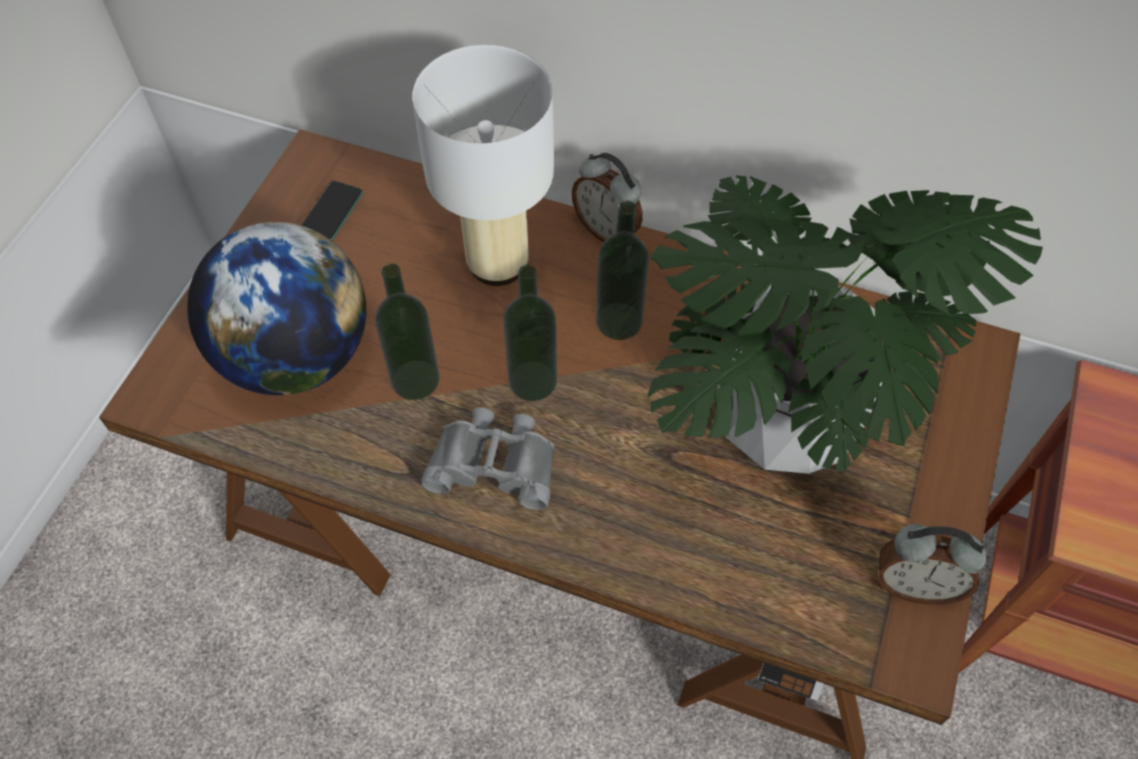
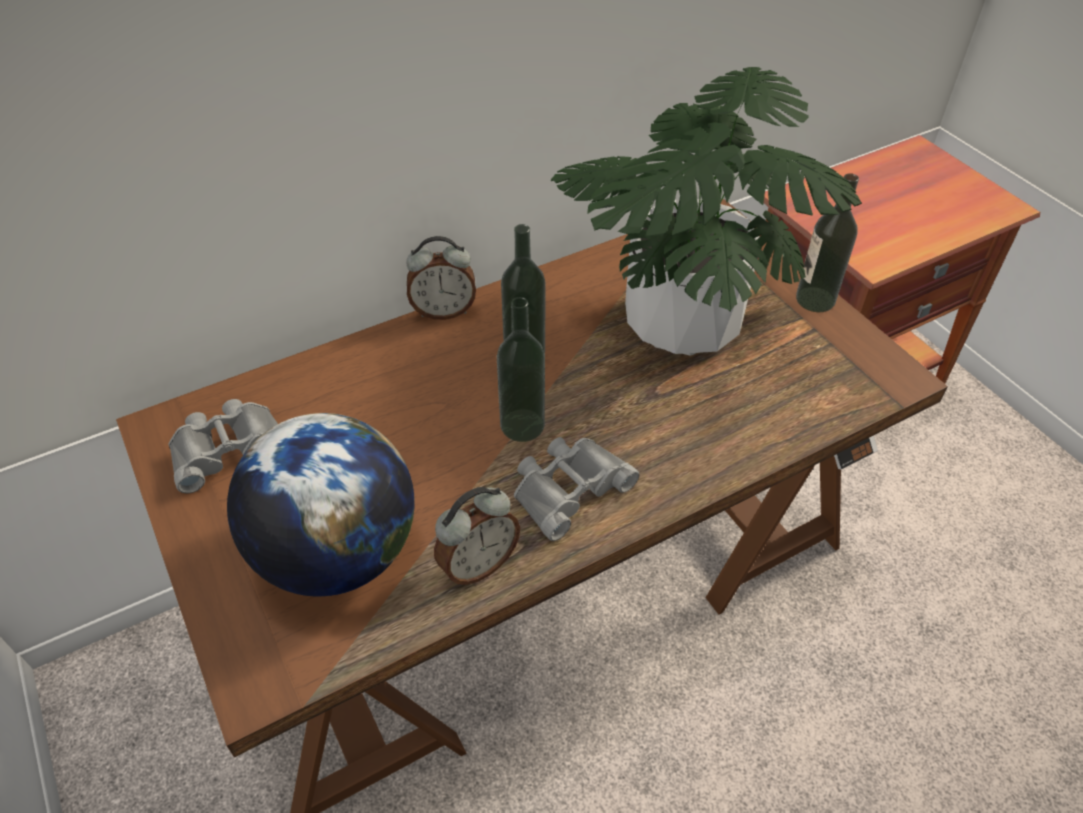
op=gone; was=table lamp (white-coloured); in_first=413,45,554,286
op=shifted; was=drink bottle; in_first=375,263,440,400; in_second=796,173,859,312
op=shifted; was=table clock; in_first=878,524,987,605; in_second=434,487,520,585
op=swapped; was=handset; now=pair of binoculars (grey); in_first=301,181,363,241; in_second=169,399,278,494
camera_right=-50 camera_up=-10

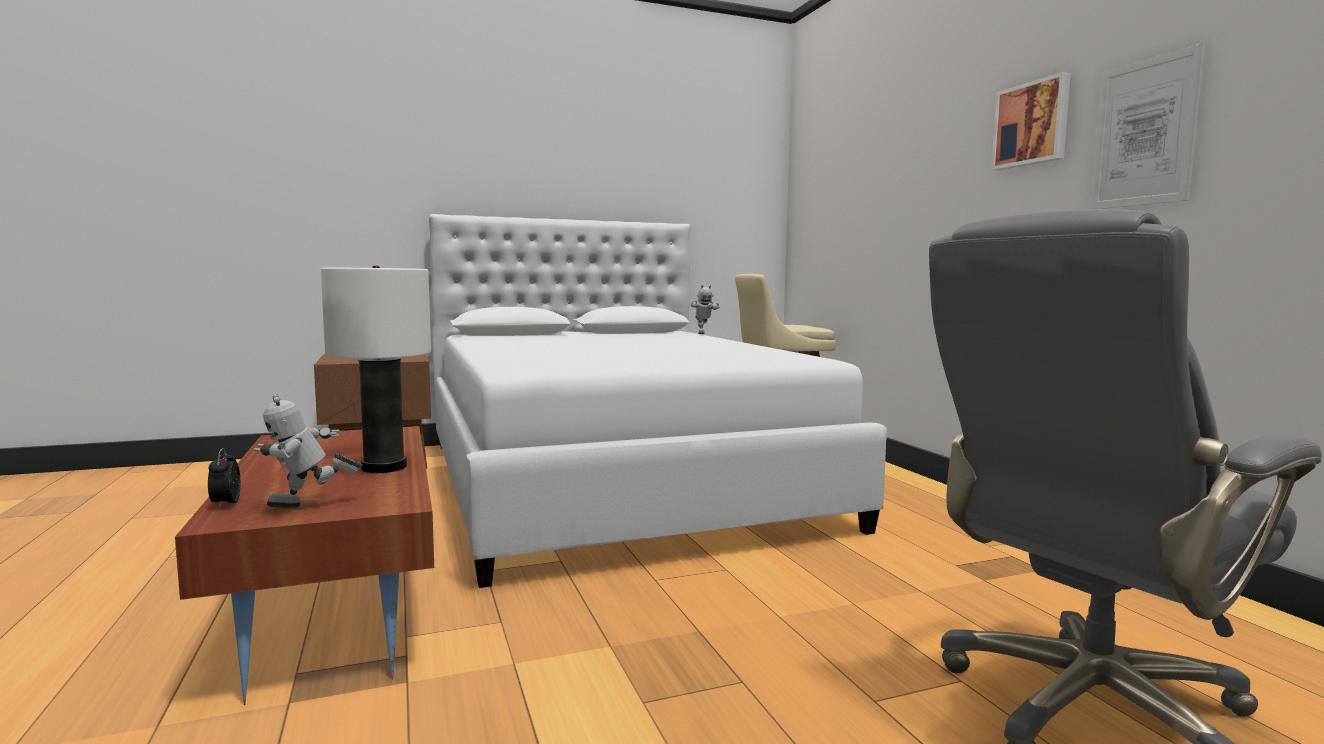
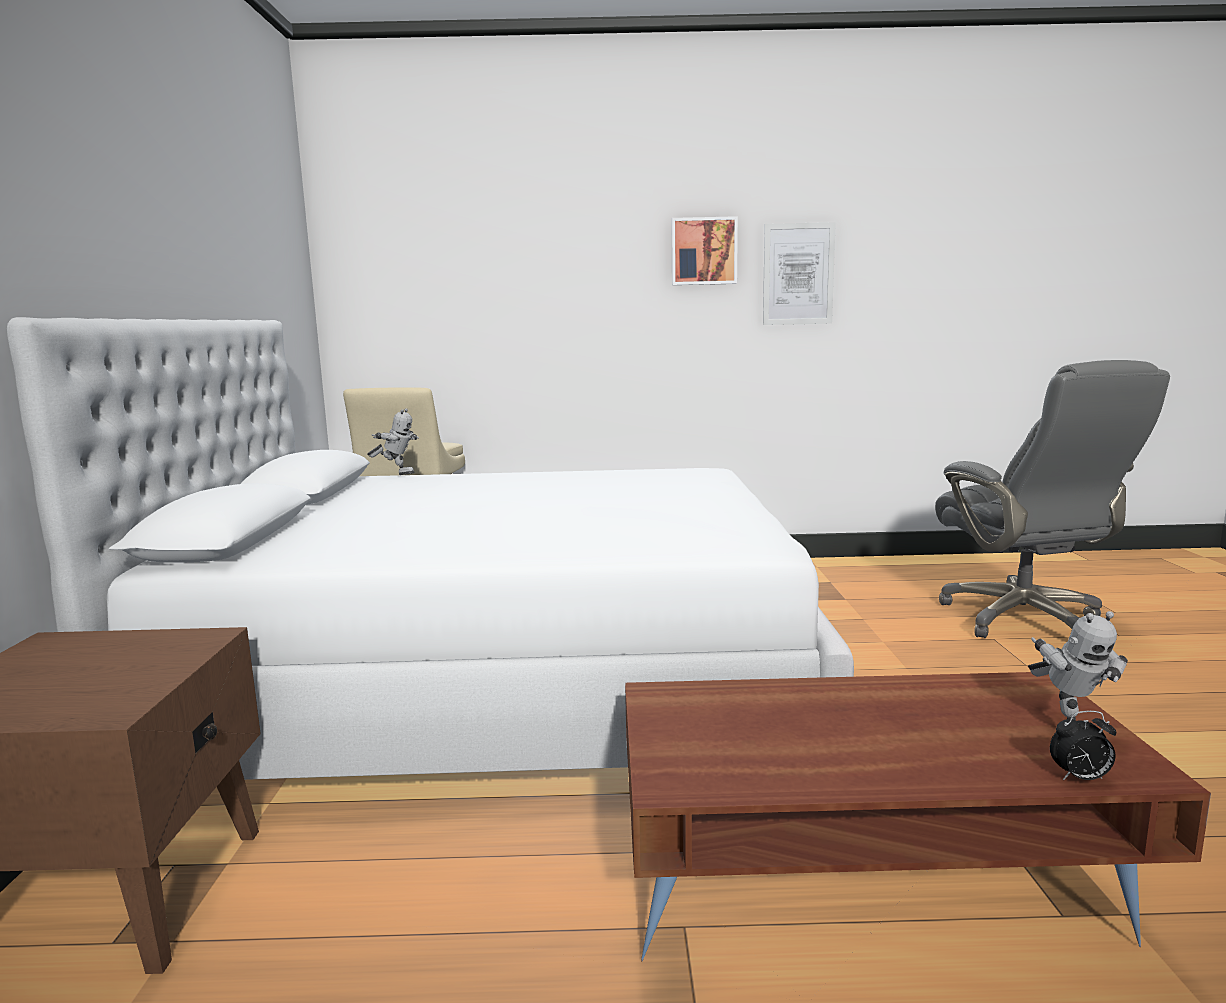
op=gone; was=table lamp (white-coloured); in_first=321,265,431,473
camera_right=-70 camera_up=5

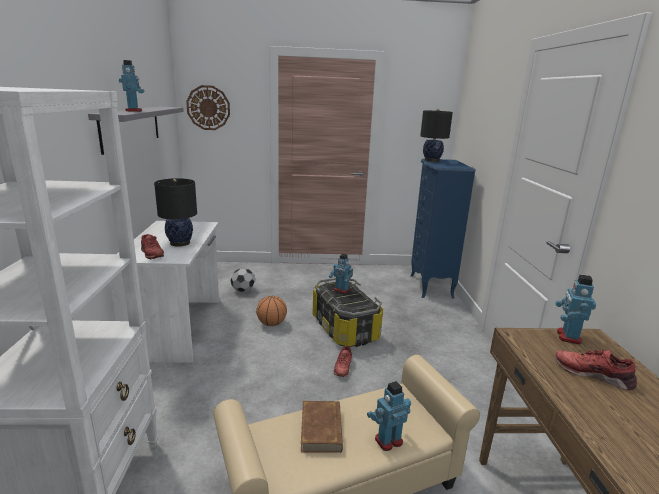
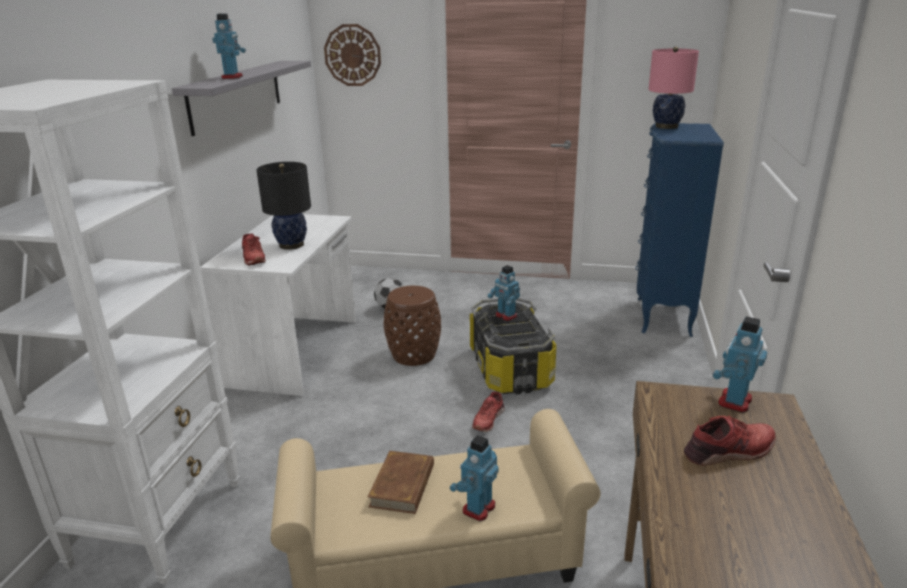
op=swapped; was=basketball; now=sitting stool (brown-coloured); in_first=256,296,287,326; in_second=384,286,441,366
op=repainted; was=table lamp (black); now=table lamp (pinkish); in_first=420,109,453,162; in_second=648,47,699,129
op=rotated; was=robot figure; in_first=367,381,411,451; in_second=450,435,499,522; clockwise=-45
op=rotated; was=item of footwear (red-coloured); in_first=555,349,637,390; in_second=684,415,776,466; clockwise=120
camera_right=15 camera_up=5

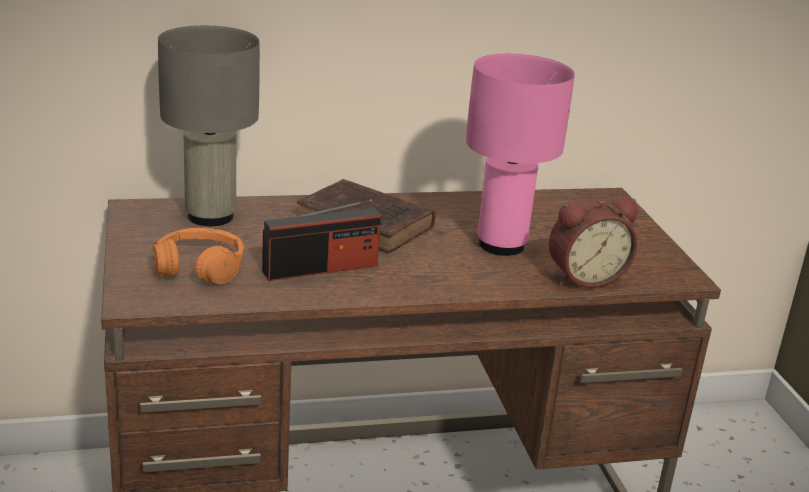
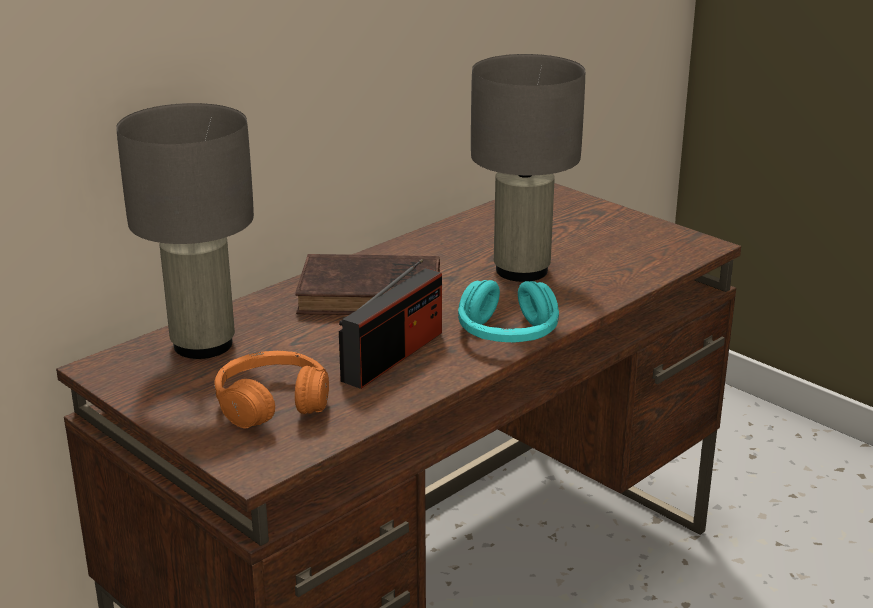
op=gone; was=table clock; in_first=549,198,637,288
op=new; now=headphones (turquoise); in_second=458,280,559,342
op=repainted; was=table lamp (pinkish); now=table lamp (grey); in_first=466,54,575,256; in_second=471,54,585,282
camera_right=-30 camera_up=0

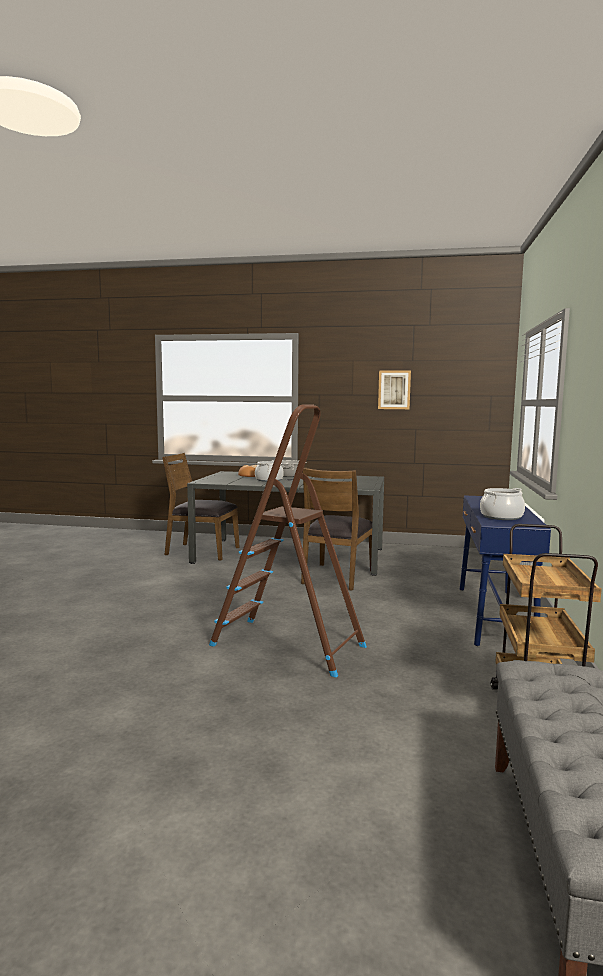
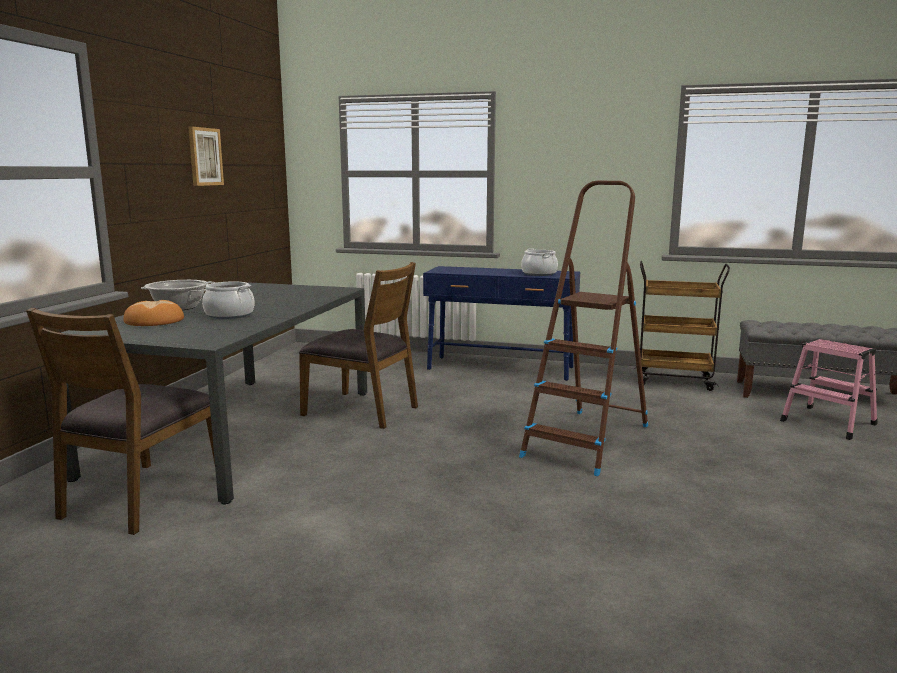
op=new; now=step ladder (pinkish); in_second=780,338,878,440
camera_right=-85 camera_up=5

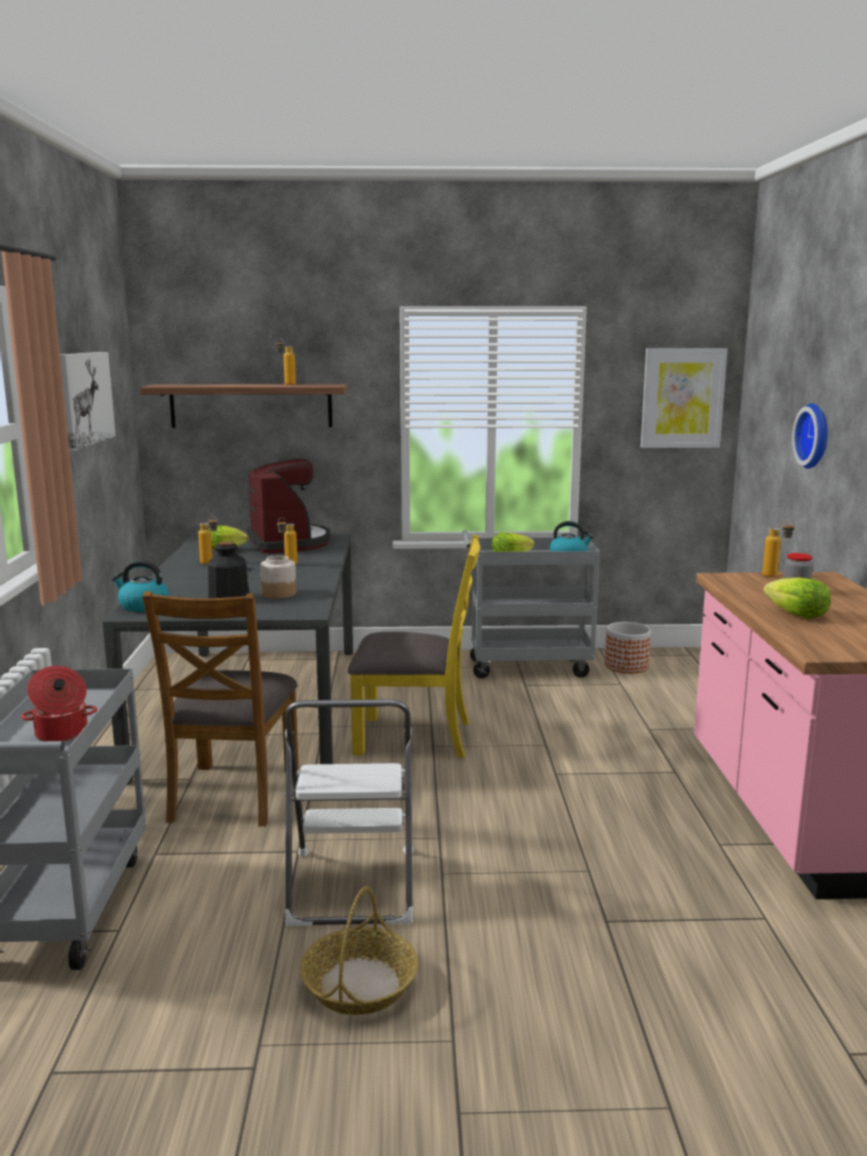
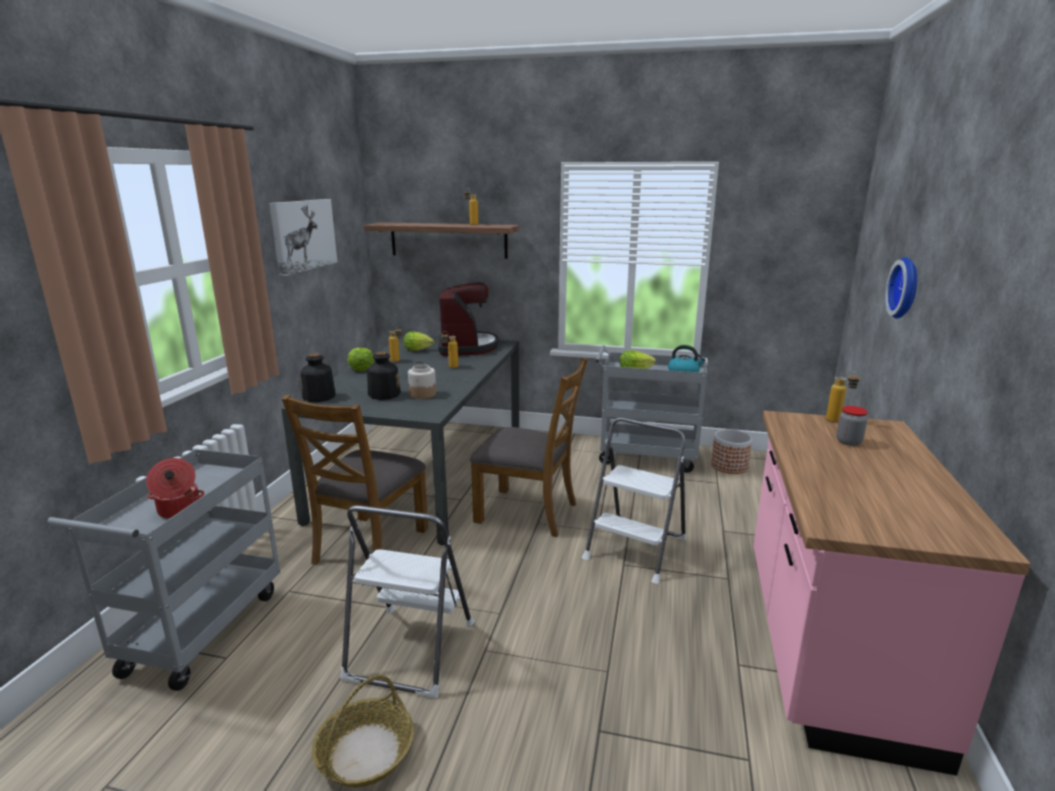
op=gone; was=wall art; in_first=641,348,727,448
op=new; now=step ladder (white-coloured); in_second=582,418,686,584
op=shifted; was=lettuce; in_first=763,577,831,619; in_second=348,348,374,371
op=swapped; was=water kettle; now=drink bottle; in_first=111,560,169,612; in_second=301,353,336,402
op=repainted; was=plain chair (yellow-coloured); now=plain chair (brown-coloured); in_first=348,534,480,758; in_second=470,357,588,537
camera_right=15 camera_up=5

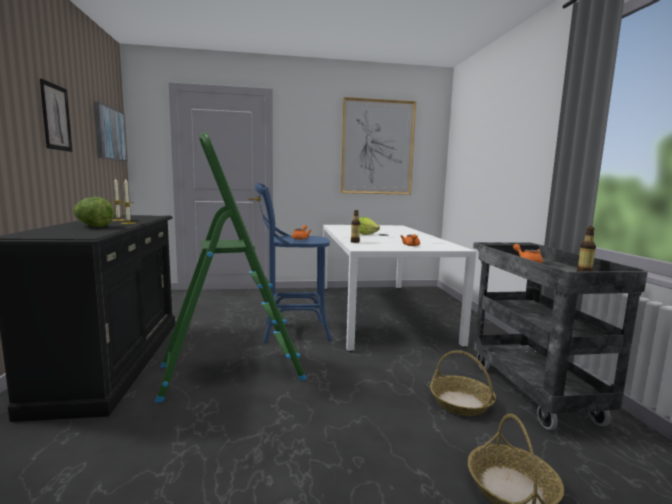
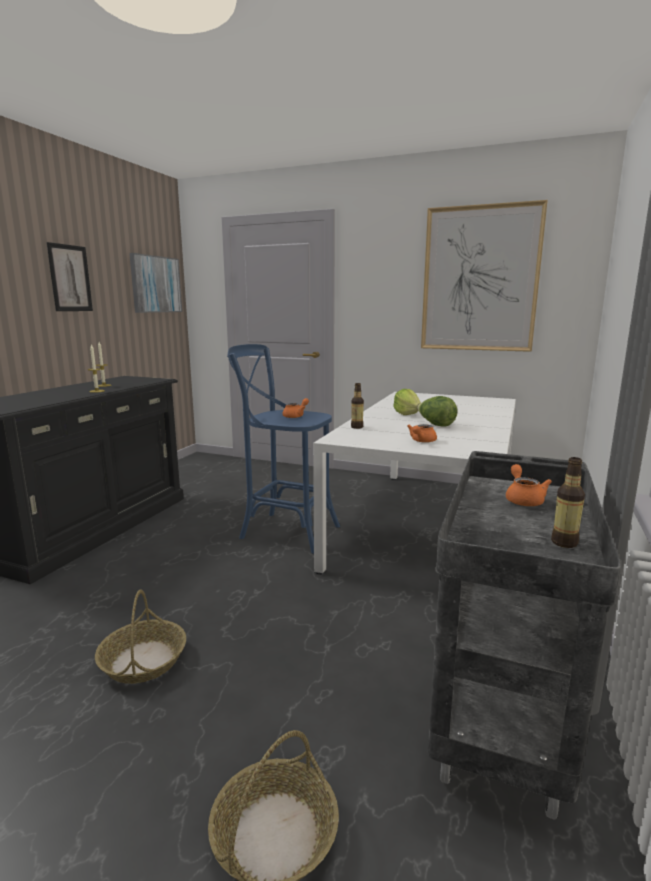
op=gone; was=step ladder (green-coloured); in_first=155,132,306,403
op=shifted; was=lettuce; in_first=73,197,114,227; in_second=417,396,457,427
op=shifted; was=household basket; in_first=430,350,496,416; in_second=95,590,186,684
camera_right=30 camera_up=5

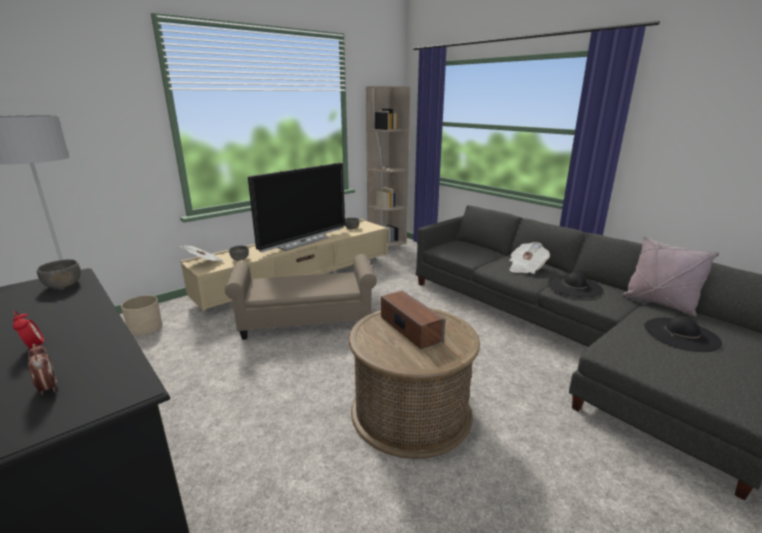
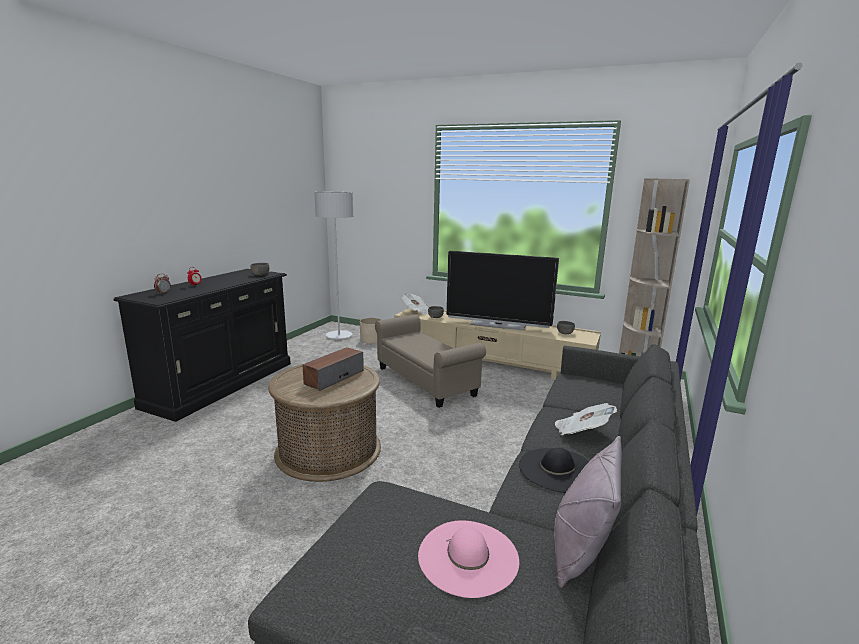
op=repainted; was=wearable hat (black); now=wearable hat (pinkish); in_first=644,316,722,352; in_second=418,520,519,598
camera_right=65 camera_up=-5

